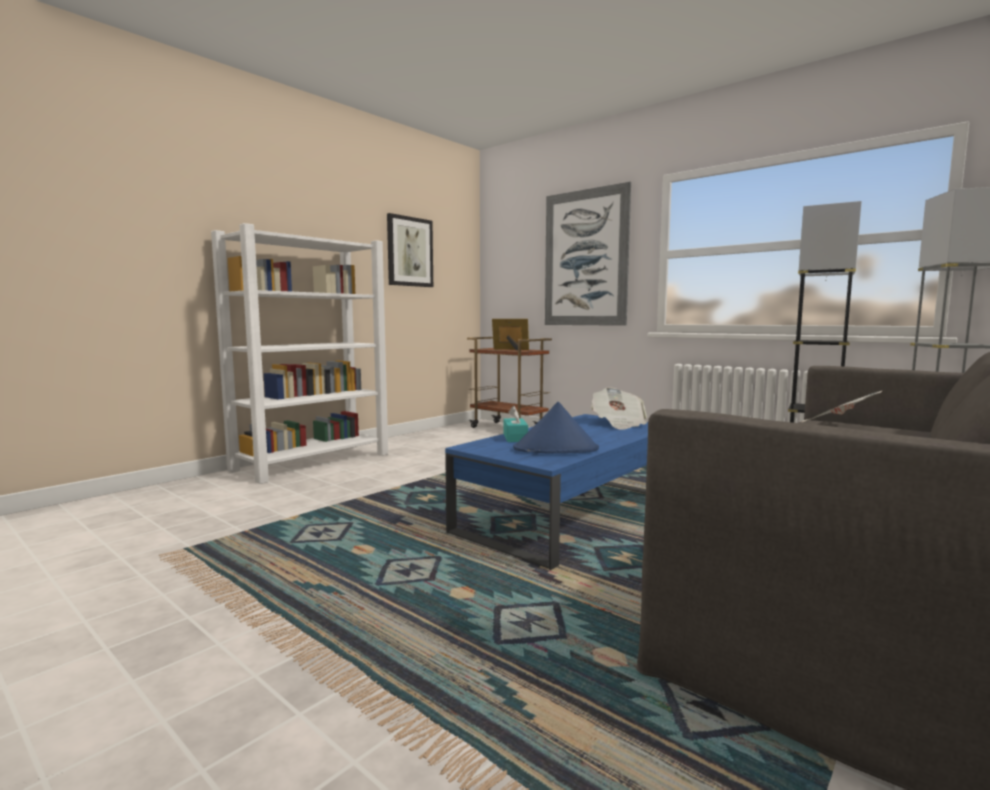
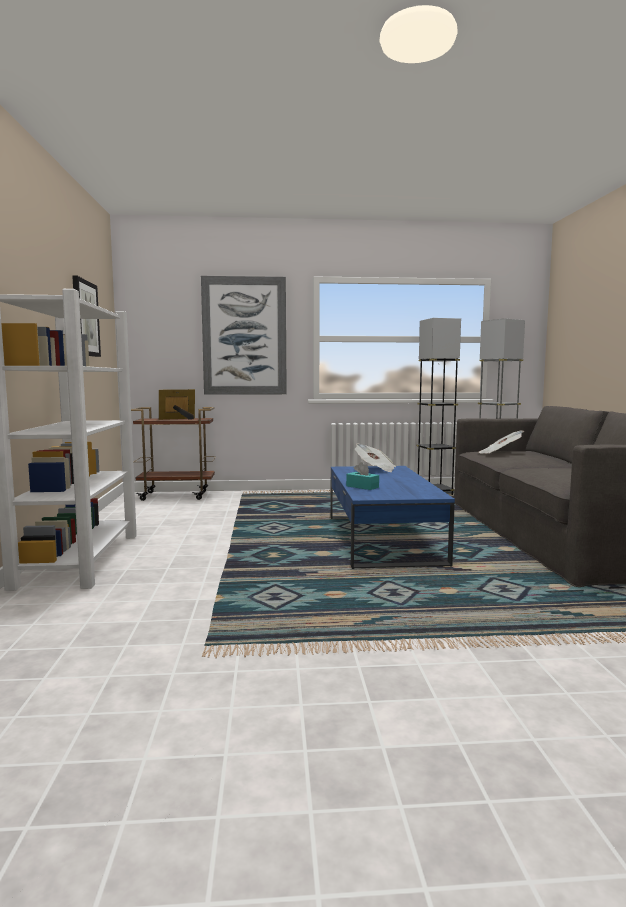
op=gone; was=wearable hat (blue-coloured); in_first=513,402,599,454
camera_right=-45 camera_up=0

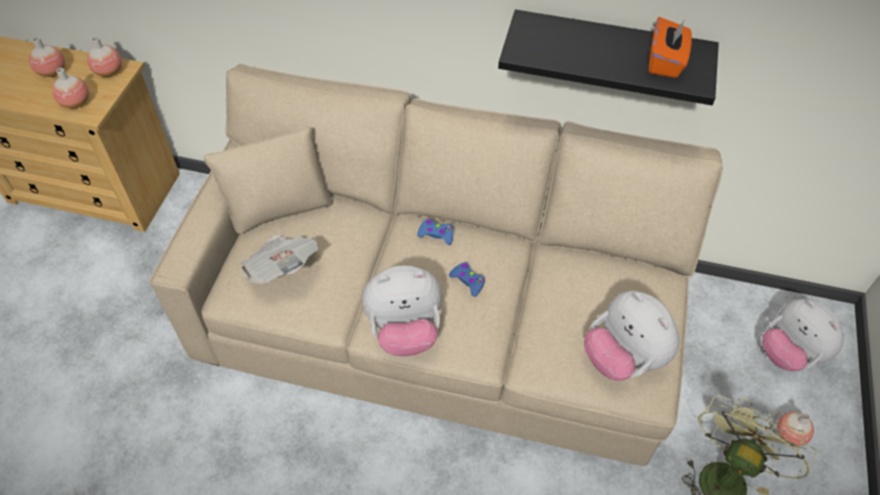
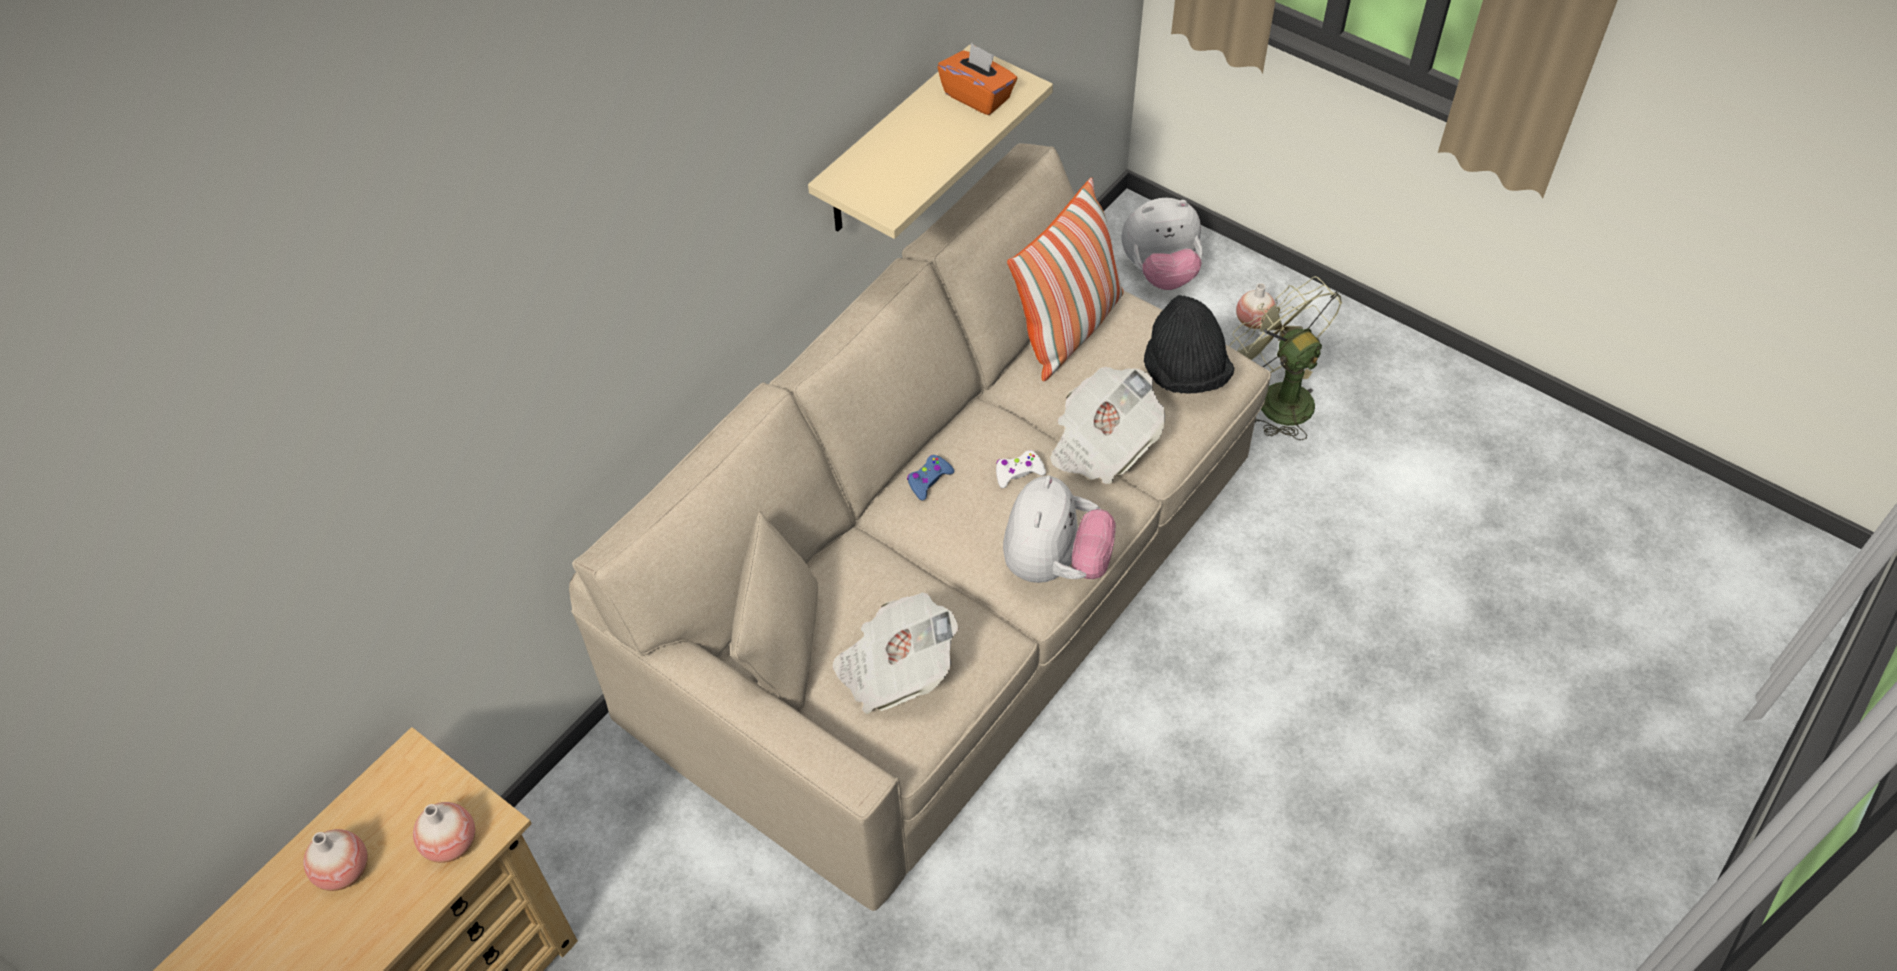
op=gone; was=flower vase; in_first=87,37,122,77
op=new; now=pillow; in_second=1007,178,1124,381
op=new; now=newspaper; in_second=1050,367,1165,484
op=swapped; was=soft toy; now=wearable hat (black); in_first=584,291,680,381; in_second=1144,295,1234,394
op=repainted; was=game controller (blue-coloured); now=game controller (white-coloured); in_first=449,262,485,297; in_second=996,450,1046,488
op=repainted; was=wall shelf (black); now=wall shelf (beige); in_first=498,10,719,105; in_second=808,45,1053,239
camera_right=-65 camera_up=0

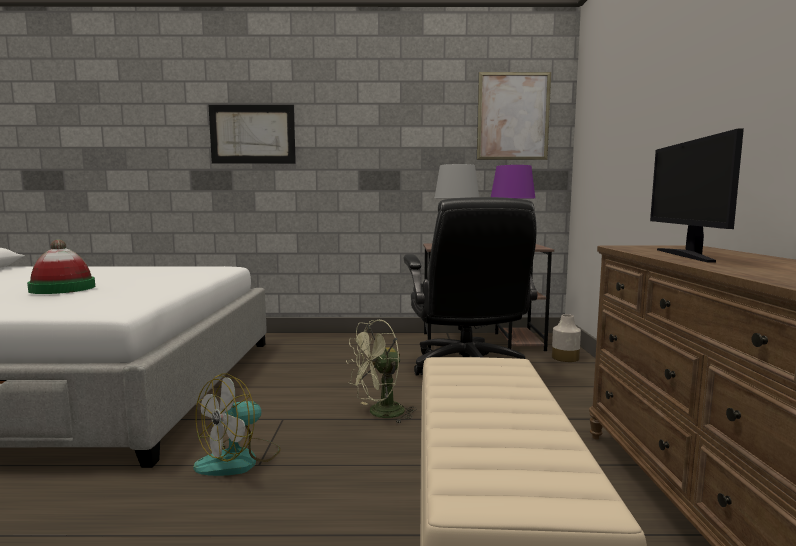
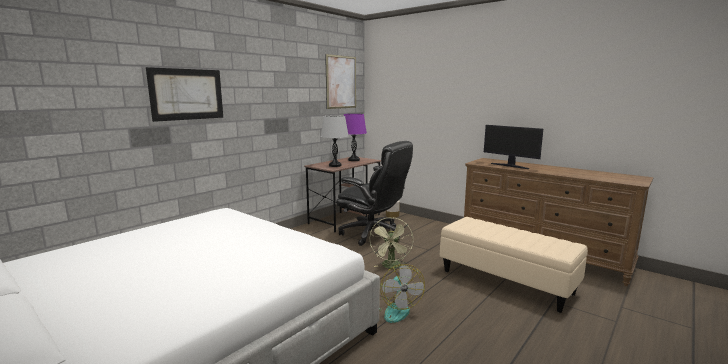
op=gone; was=wearable hat; in_first=27,239,95,294
camera_right=-50 camera_up=5

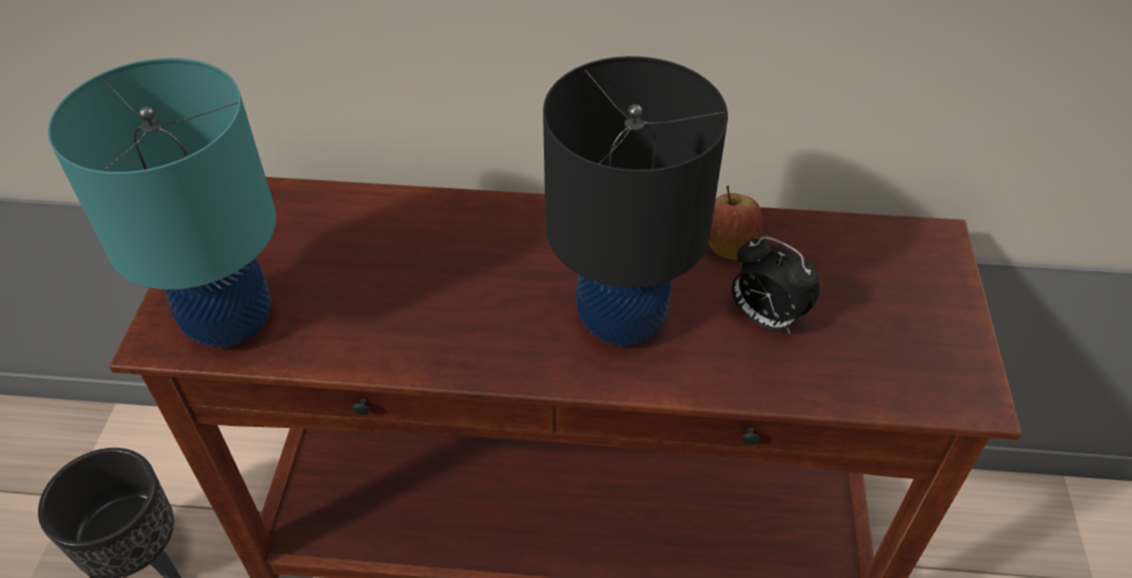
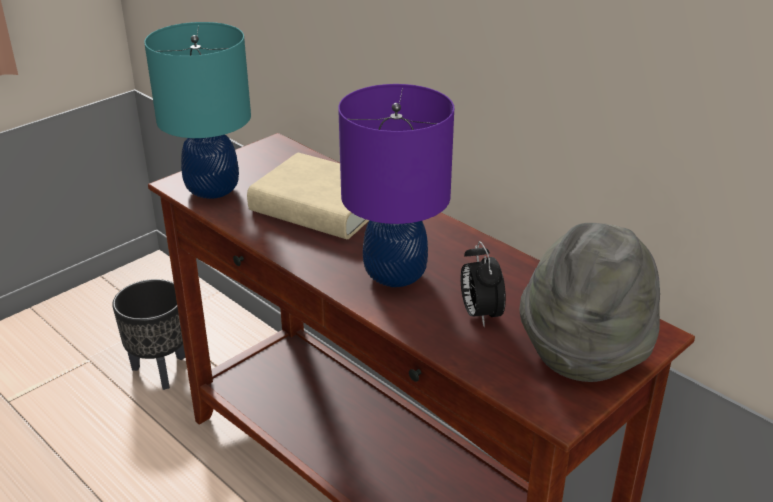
op=gone; was=apple fruit; in_first=709,185,763,259
op=new; now=bound book (beige); in_second=247,152,369,239
op=new; now=wearable hat (grey); in_second=519,223,660,382
op=repainted; was=table lamp (black); now=table lamp (purple-coloured); in_first=543,56,728,346; in_second=338,84,454,287
camera_right=40 camera_up=-15

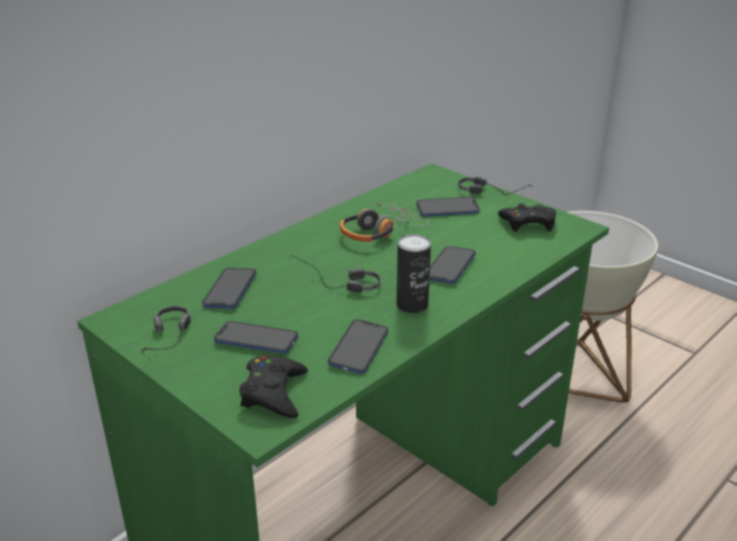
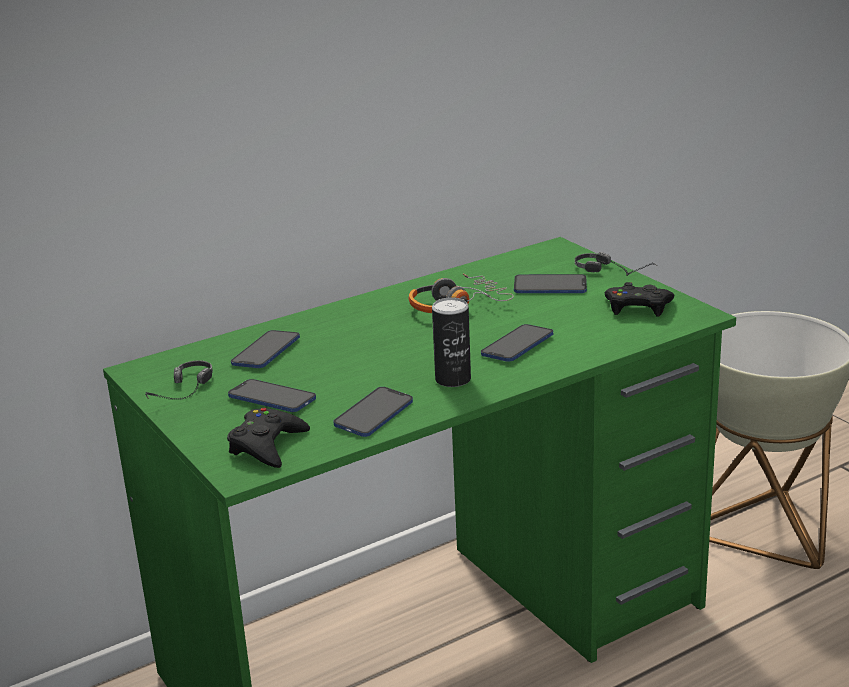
op=gone; was=headphones; in_first=289,255,381,293
camera_right=15 camera_up=-5

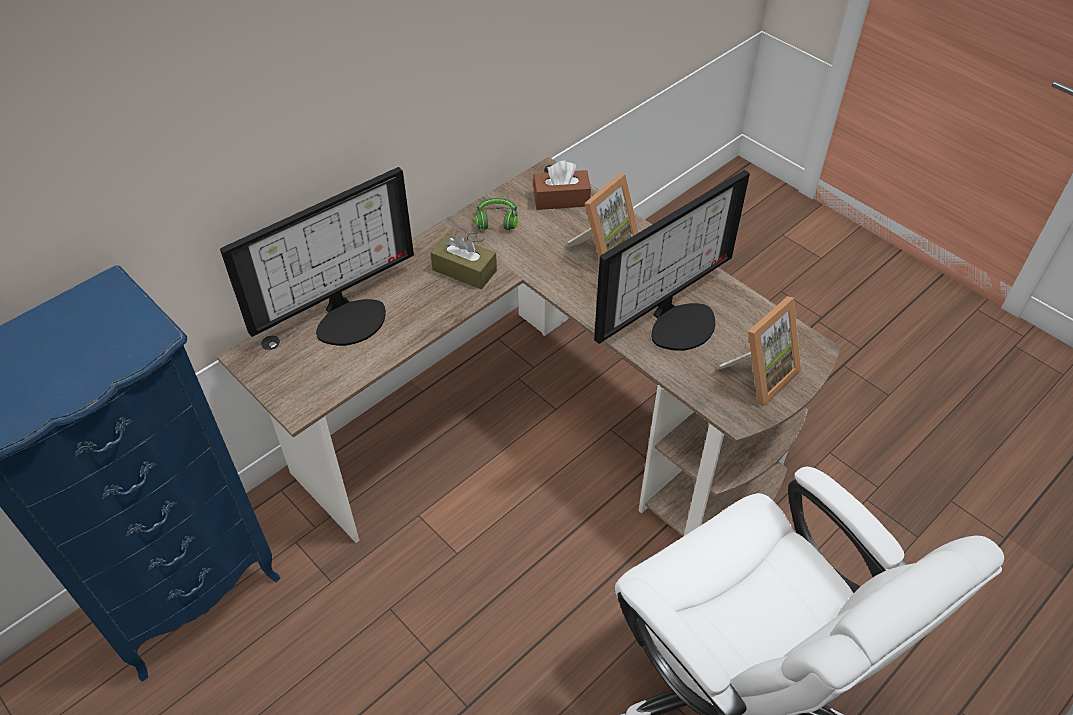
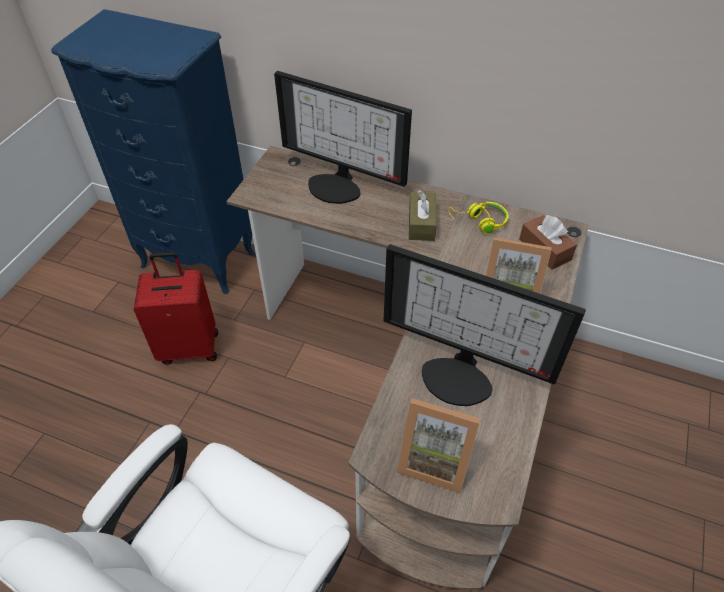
op=new; now=travel case (red-coloured); in_second=134,252,218,365
op=repainted; was=headphones (green-coloured); now=headphones (yellow-coloured); in_first=467,198,518,242; in_second=449,202,509,234
camera_right=65 camera_up=0

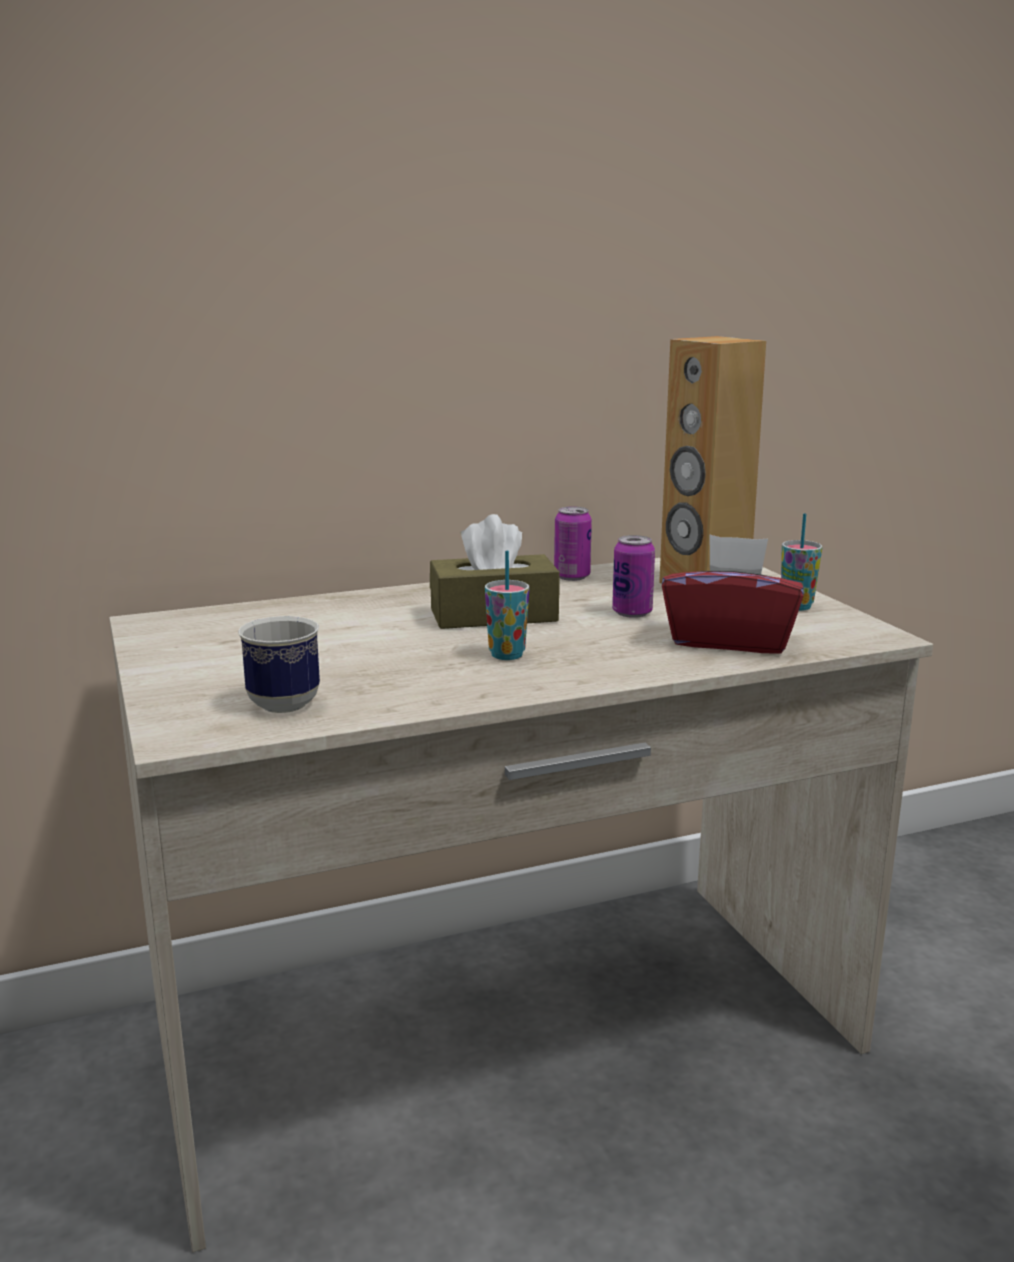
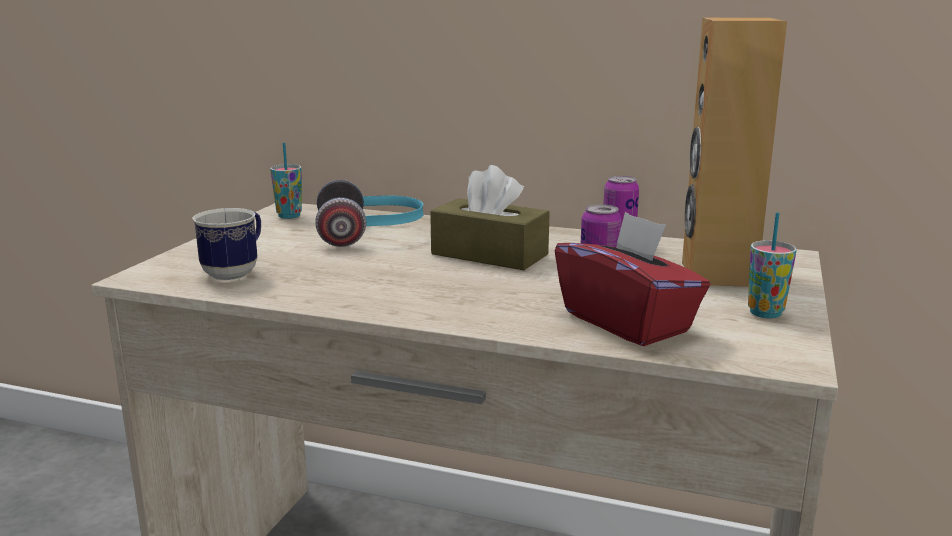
op=new; now=headphones; in_second=315,180,424,247
op=shifted; was=drinking cup; in_first=485,551,529,660; in_second=270,143,302,219
camera_right=40 camera_up=0

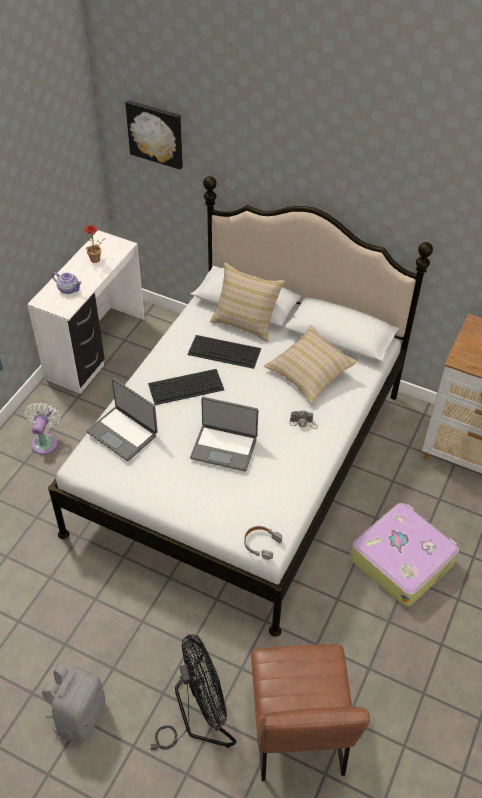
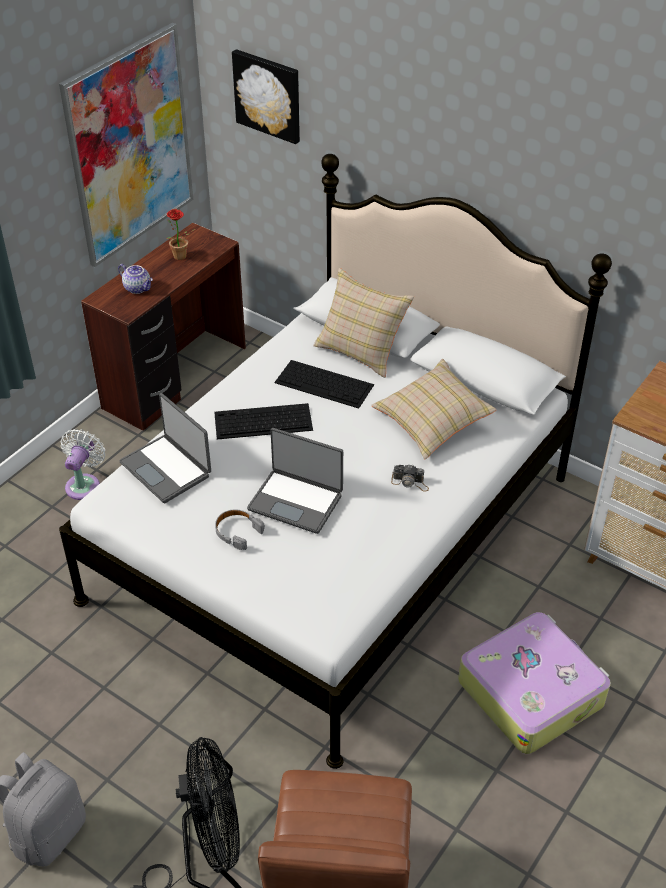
op=new; now=wall art; in_second=59,23,193,267
op=shifted; was=headphones (grey); in_first=244,526,282,560; in_second=215,509,265,550
op=repainted; was=desk table (white-coloured); now=desk table (brown-coloured); in_first=27,230,145,394; in_second=81,223,246,431
camera_right=10 camera_up=-5

